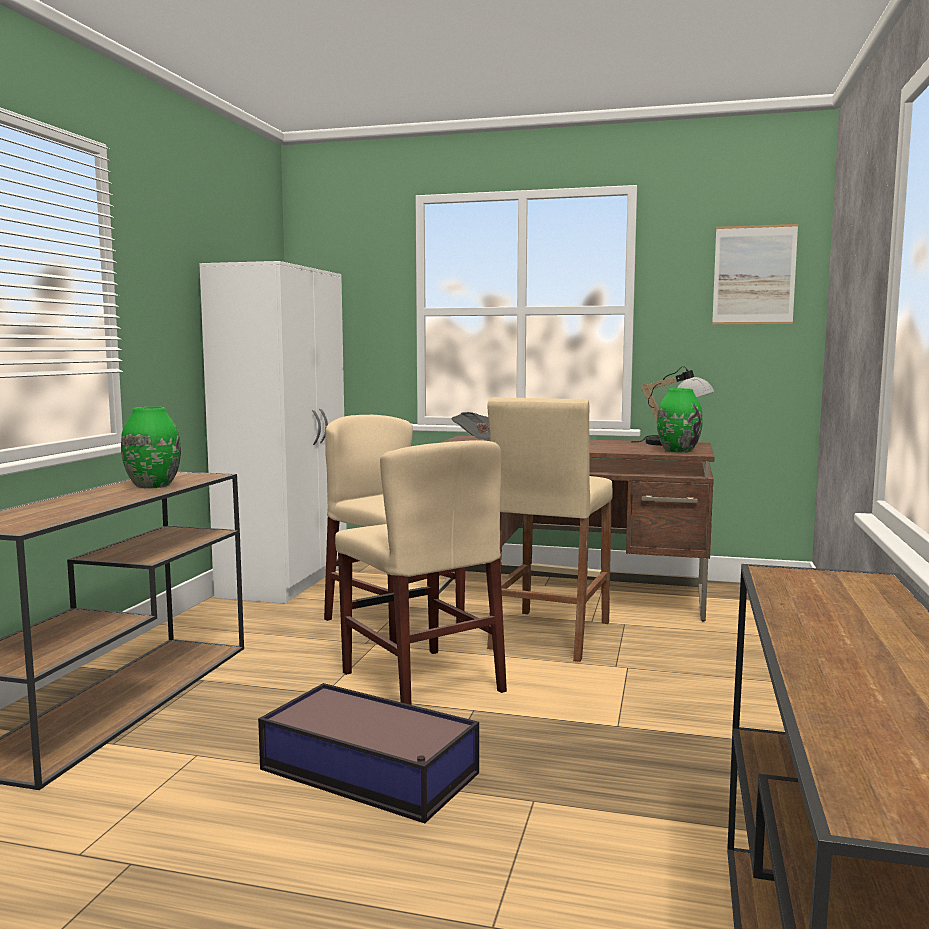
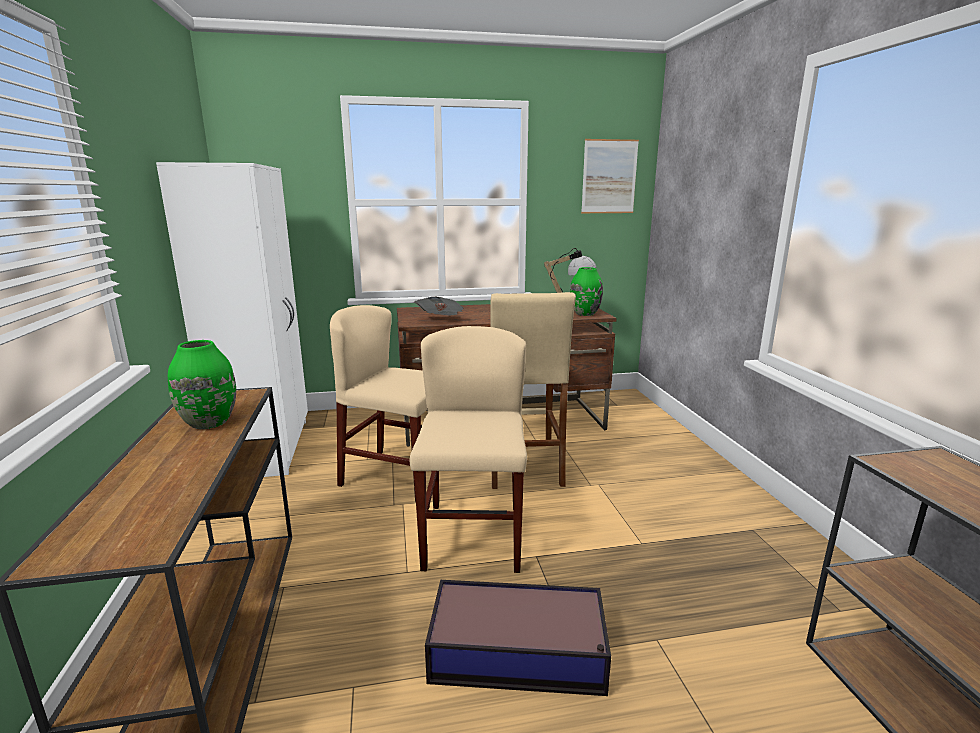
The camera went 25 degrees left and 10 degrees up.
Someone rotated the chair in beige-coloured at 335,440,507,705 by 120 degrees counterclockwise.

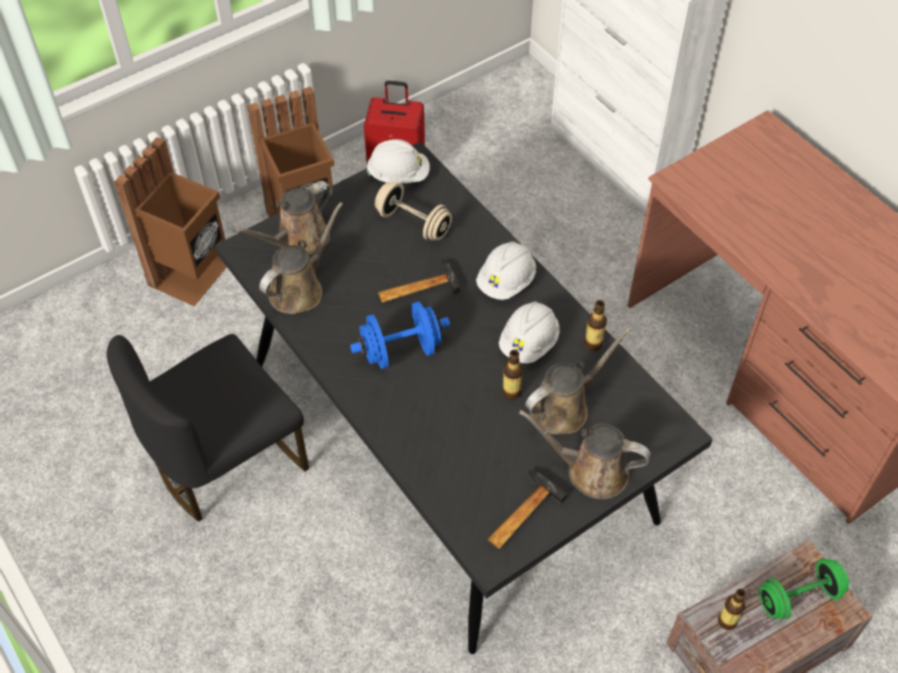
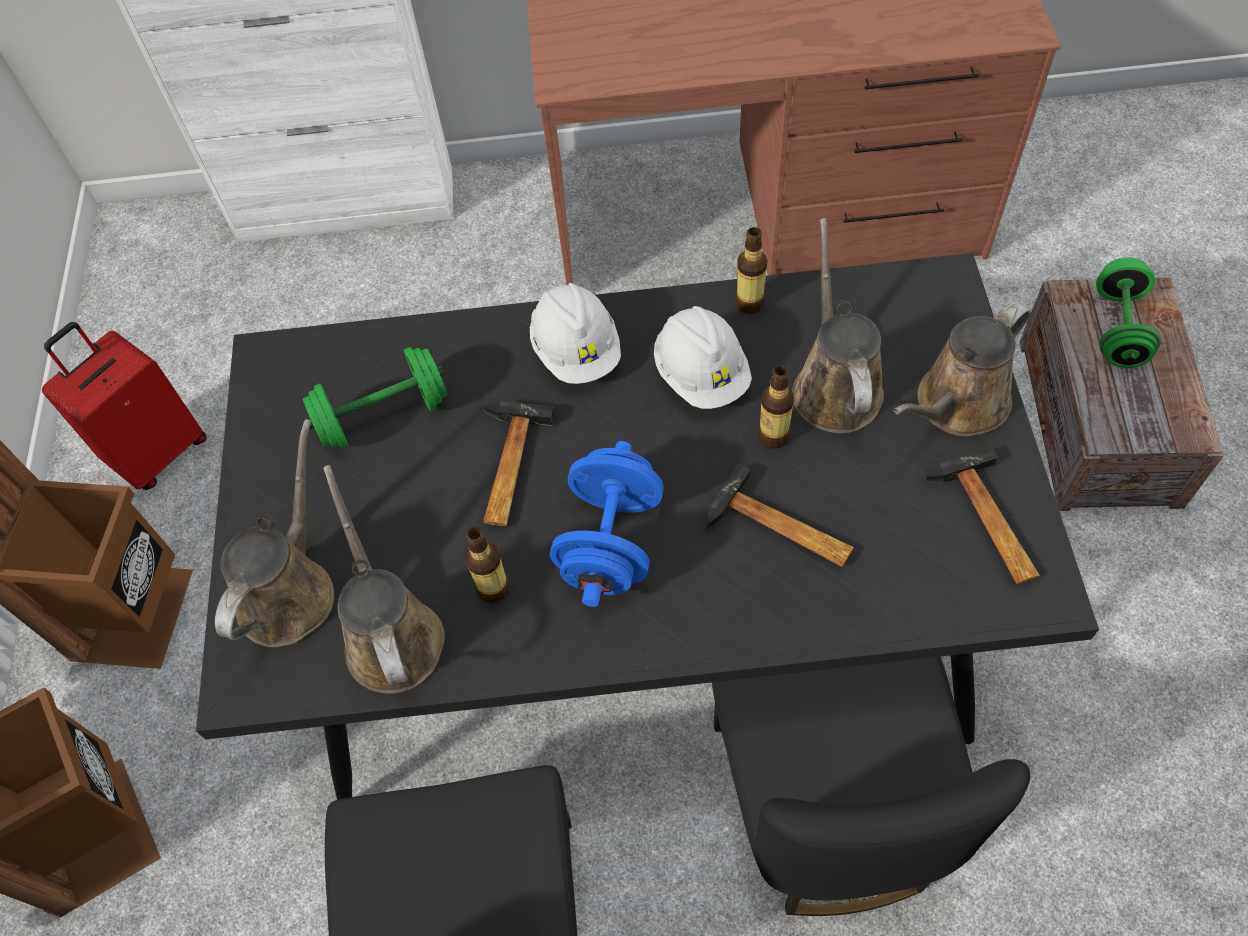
The camera went 55 degrees left and 5 degrees up.
Someone took away the safety helmet in whitish at 366,139,430,183.
Someone put down the hammer at 706,464,854,567.
Someone put down the chair in black at 712,657,1030,916.
Someone carried the beverage bottle from 718,589,746,630 to 465,527,510,604.
Someone repainted the free weight in beige-coloured at 375,182,452,241, which became the free weight in green-coloured at 303,347,447,448.
Someone rotated the sprinkling can in brown at 234,181,332,254 by 150 degrees counterclockwise.

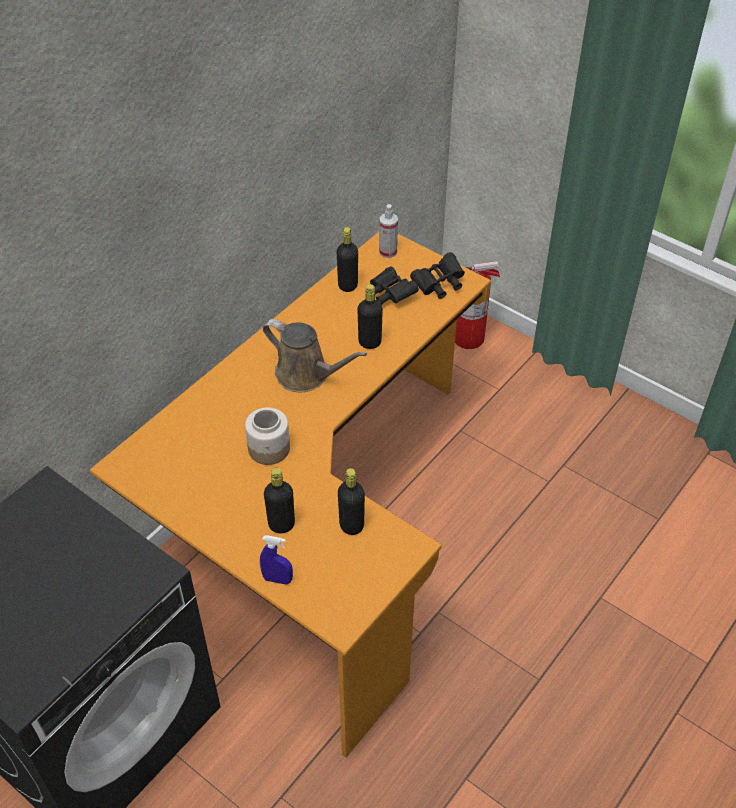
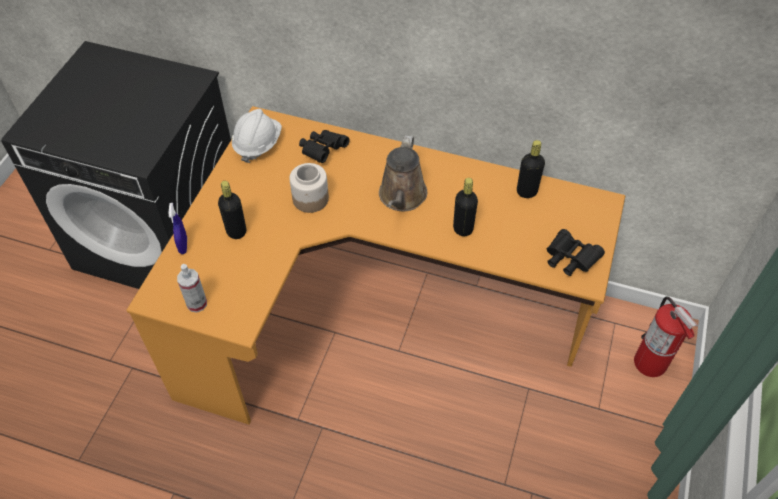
The camera went 70 degrees right and 5 degrees up.
Someone took away the beverage bottle in black at 338,468,365,535.
Someone put down the safety helmet in whitish at 232,109,282,163.
Someone carried the field glasses in black from 370,266,419,305 to 299,130,350,163.
Someone carried the sprayer from 379,204,398,258 to 177,264,207,313.

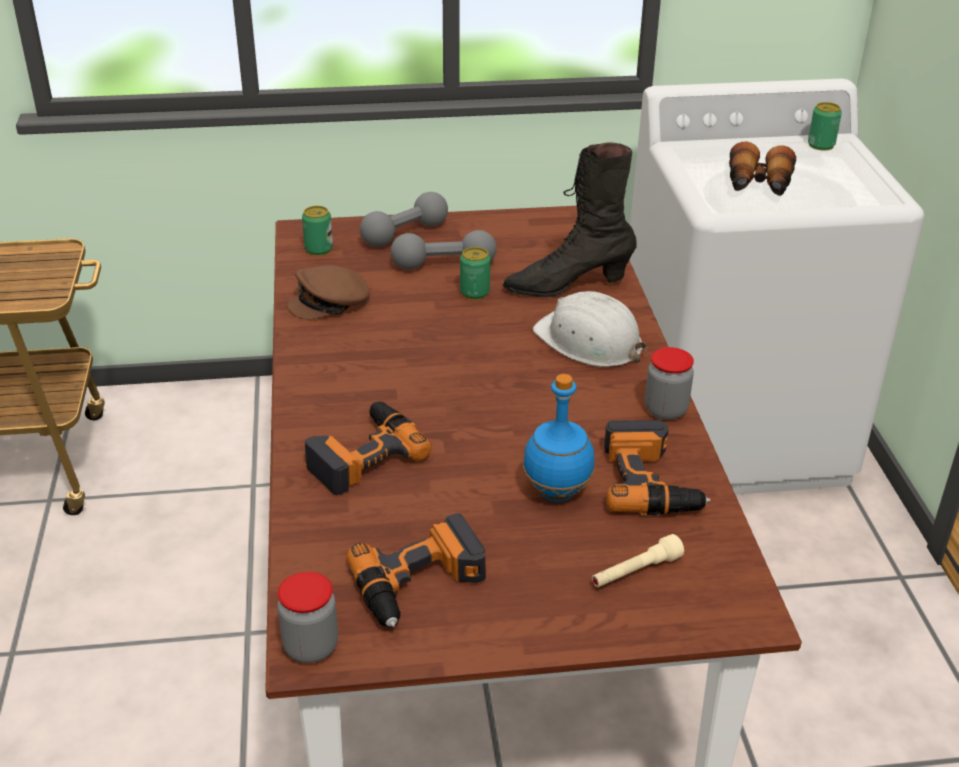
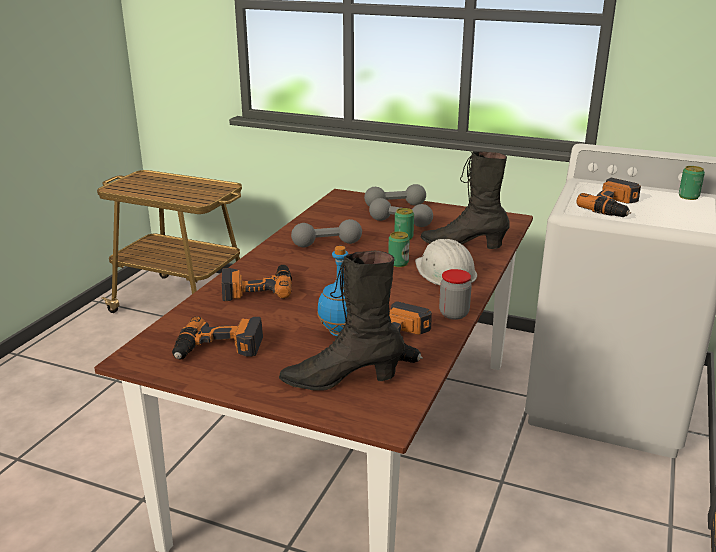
The camera went 30 degrees right and 10 degrees down.
Someone took away the storage jar at 277,572,338,663.
Someone took away the peaked cap in brown at 287,265,370,320.
Someone put down the free weight in gray at 291,219,362,247.
Someone carried the can from 302,206,333,256 to 388,231,410,267.
Someone swapped the hand torch in beige-coloured at 592,534,684,587 for the boot in black at 279,251,405,391.
Someone swapped the field glasses at 729,142,796,196 for the electric drill at 577,178,641,217.

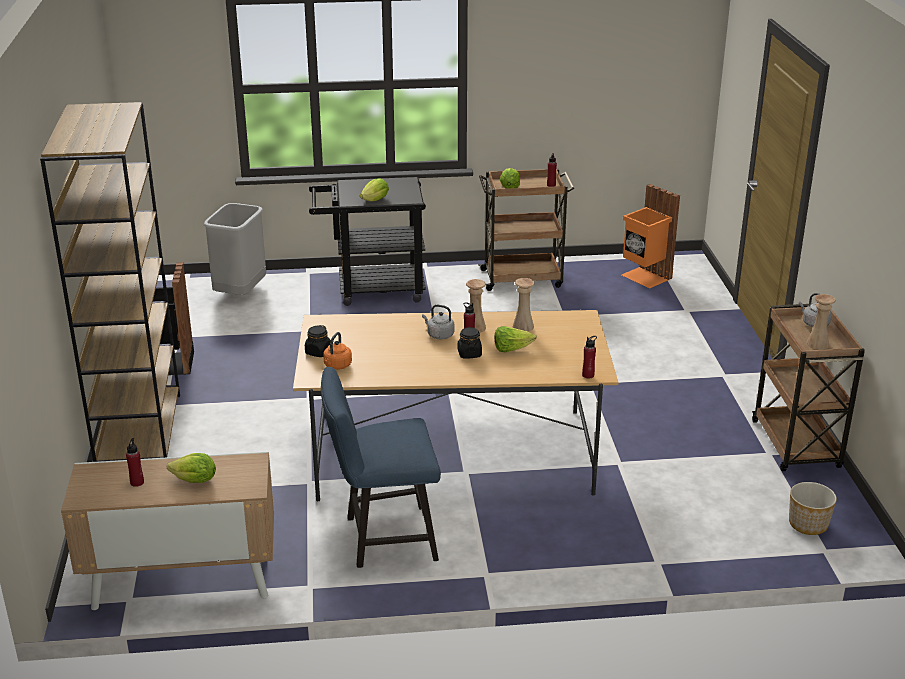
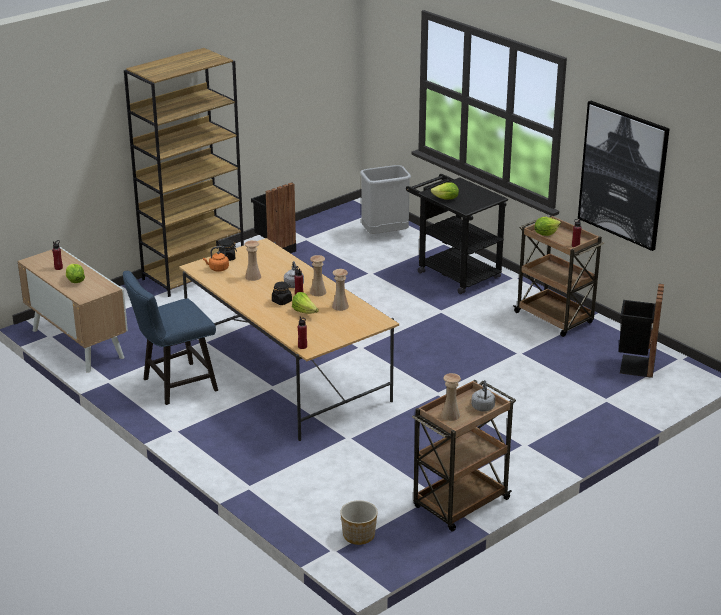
The camera went 55 degrees right and 0 degrees up.
Someone put down the vase in beige-coloured at 245,240,261,281.
Someone put up the wall picture at 578,101,669,251.
Someone repainted the waste bin in orange at 622,184,680,288, which became the waste bin in black at 618,284,664,378.
Someone rotated the chair in bluish at 321,367,441,568 by 75 degrees counterclockwise.

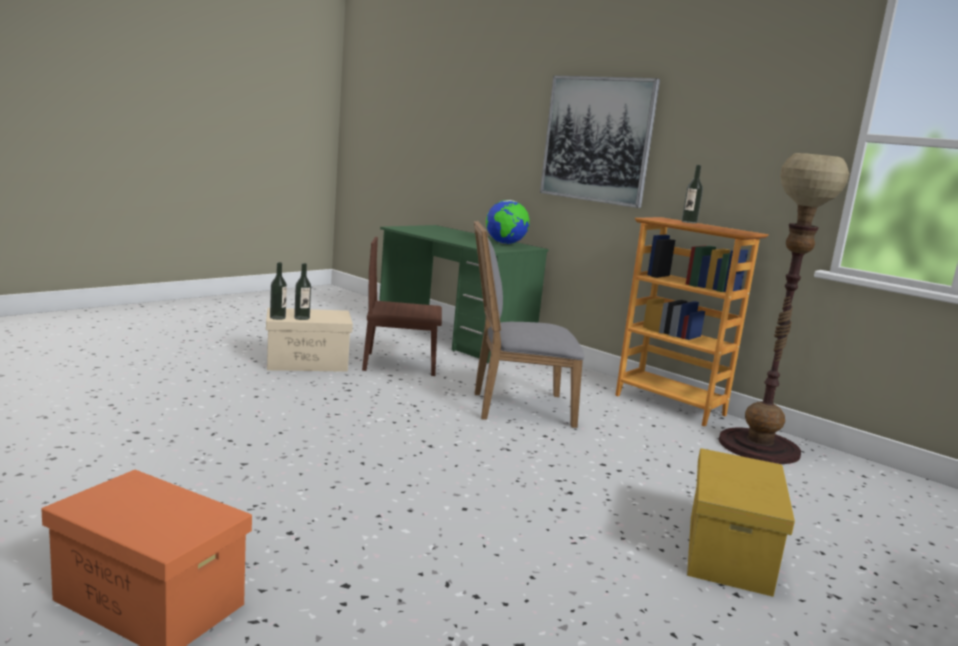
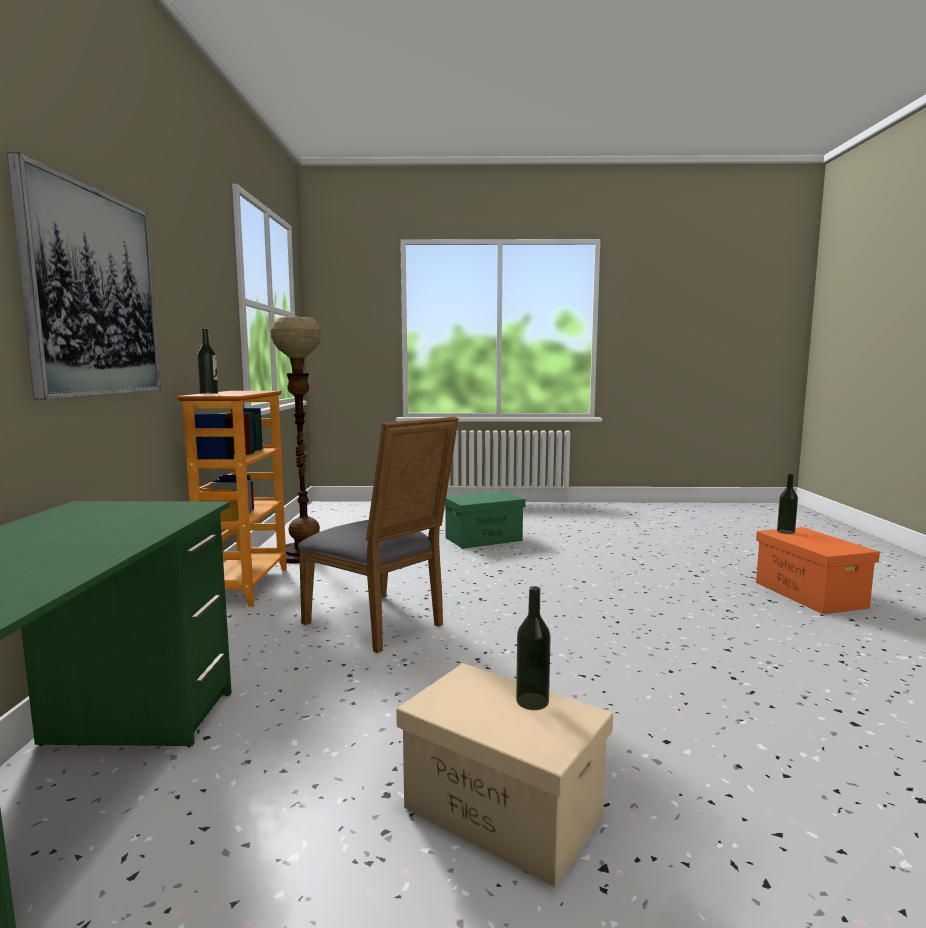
The camera went 130 degrees left and 5 degrees down.
Someone took away the chair in brown at 362,237,442,376.
Someone took away the desk globe at 486,200,529,244.
Someone carried the beverage bottle from 270,262,287,320 to 777,474,798,534.
Someone repainted the storage box in yellowish at 687,448,795,597, which became the storage box in green-coloured at 445,491,526,549.

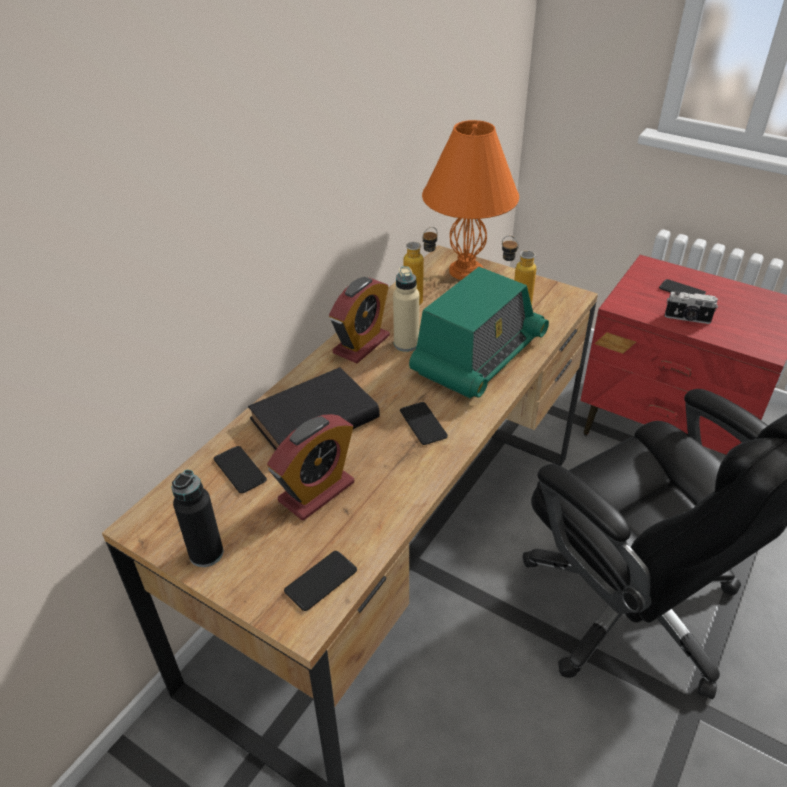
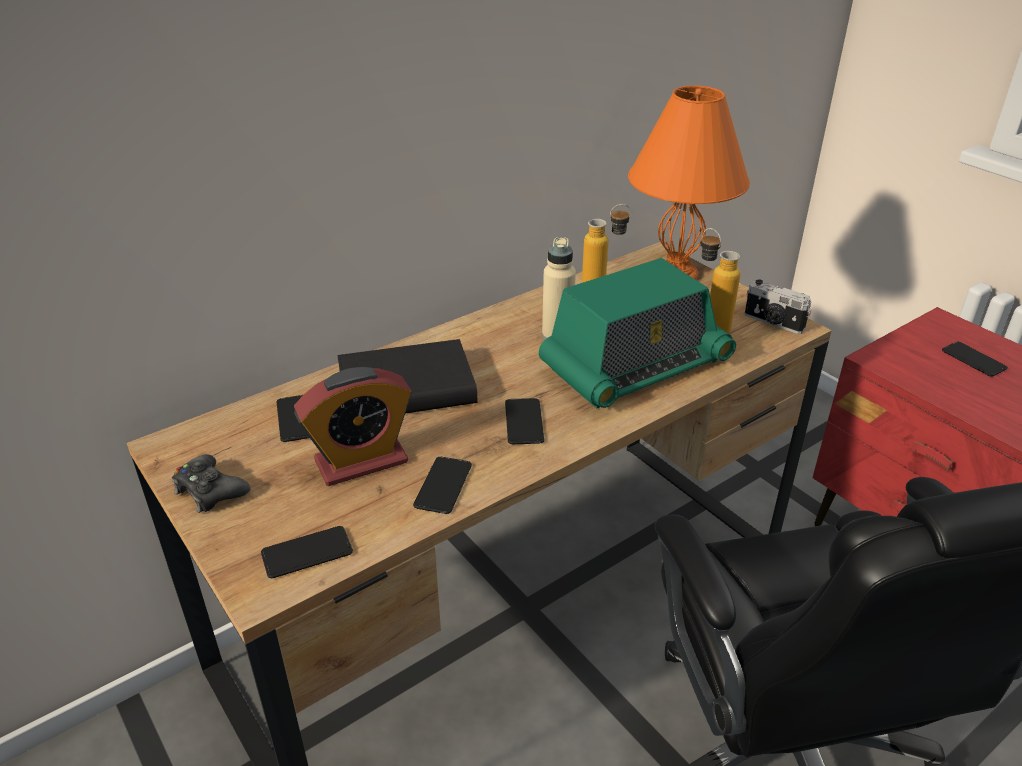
The camera went 20 degrees right and 5 degrees down.
Someone took away the alarm clock at 329,277,390,363.
Someone put down the telephone at 413,457,472,514.
Someone carried the photo camera from 665,291,718,324 to 744,279,812,334.
Someone swapped the beverage bottle in black at 172,470,223,567 for the joypad in black at 172,454,251,513.

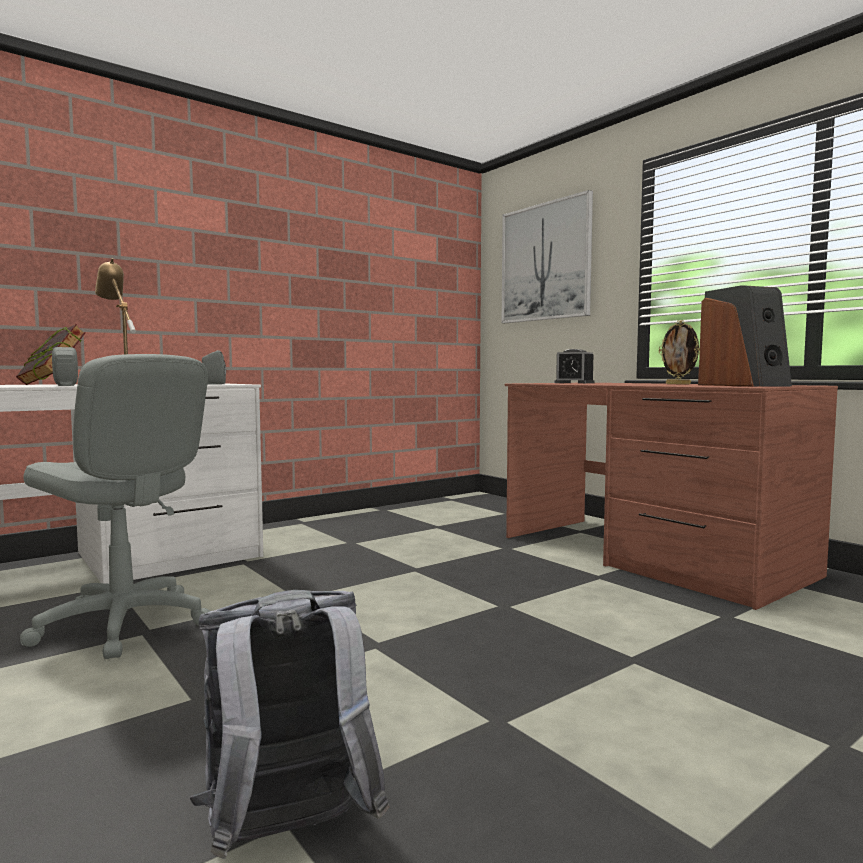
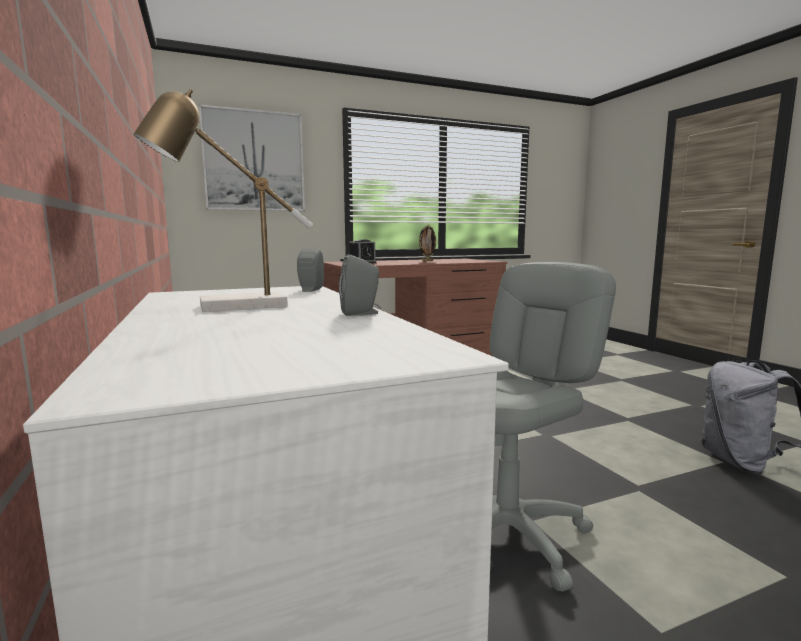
The camera went 75 degrees left and 5 degrees up.
Someone took away the book at 16,324,86,385.
Someone took away the loudspeaker at 698,285,792,387.

